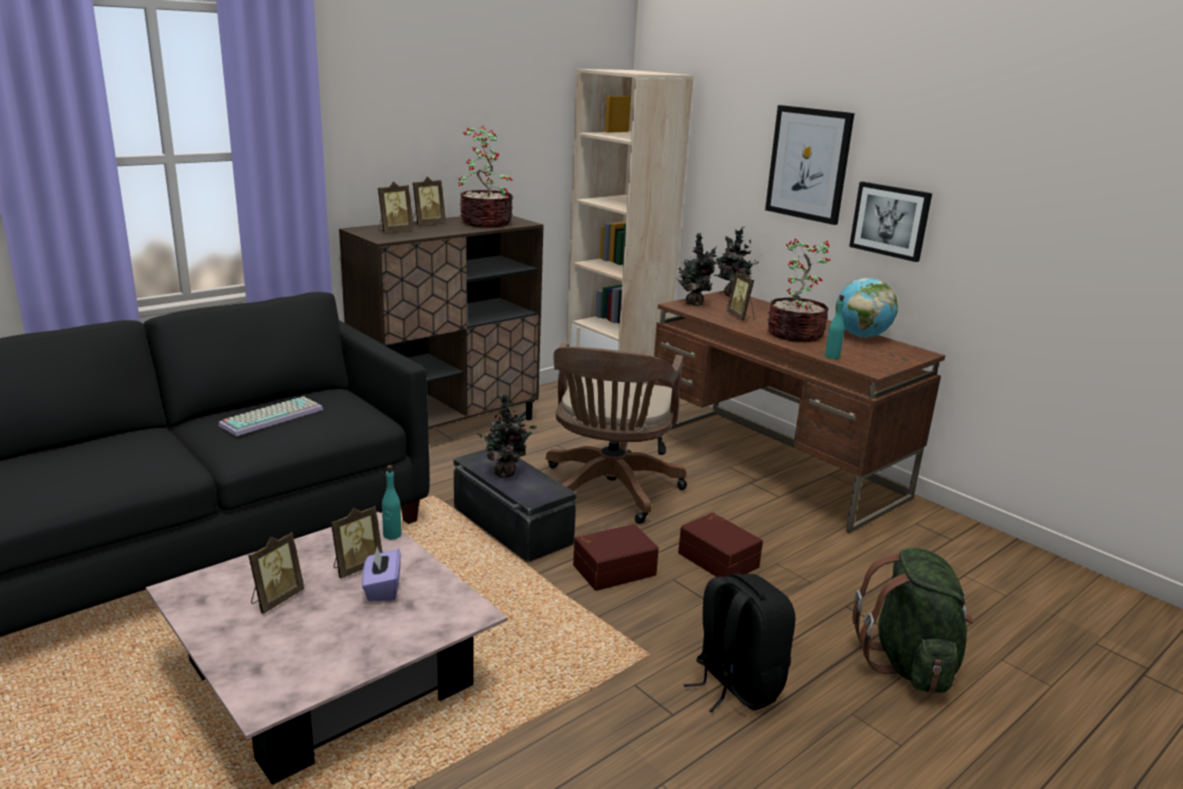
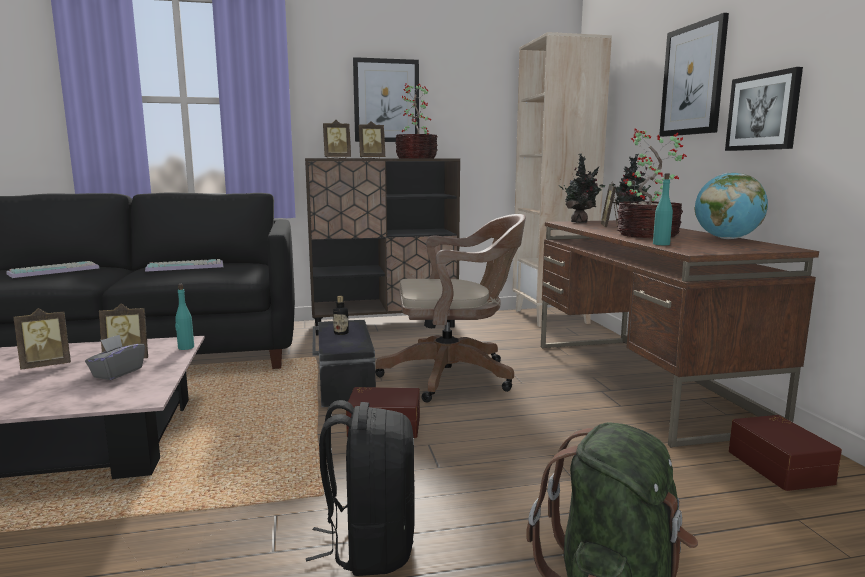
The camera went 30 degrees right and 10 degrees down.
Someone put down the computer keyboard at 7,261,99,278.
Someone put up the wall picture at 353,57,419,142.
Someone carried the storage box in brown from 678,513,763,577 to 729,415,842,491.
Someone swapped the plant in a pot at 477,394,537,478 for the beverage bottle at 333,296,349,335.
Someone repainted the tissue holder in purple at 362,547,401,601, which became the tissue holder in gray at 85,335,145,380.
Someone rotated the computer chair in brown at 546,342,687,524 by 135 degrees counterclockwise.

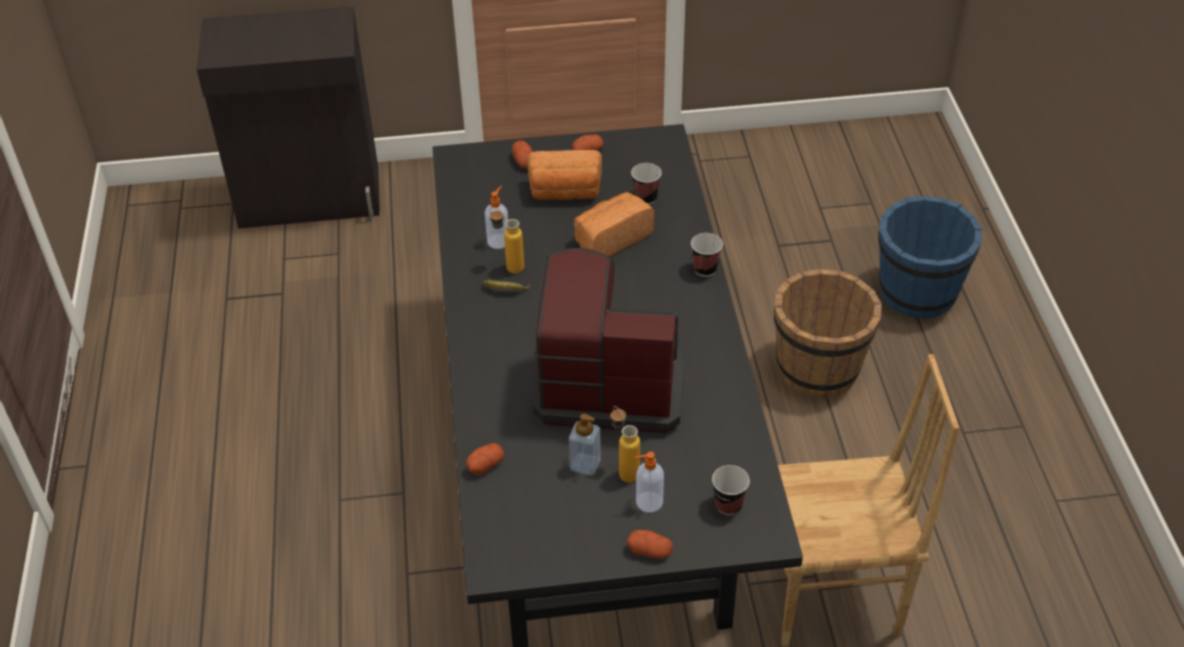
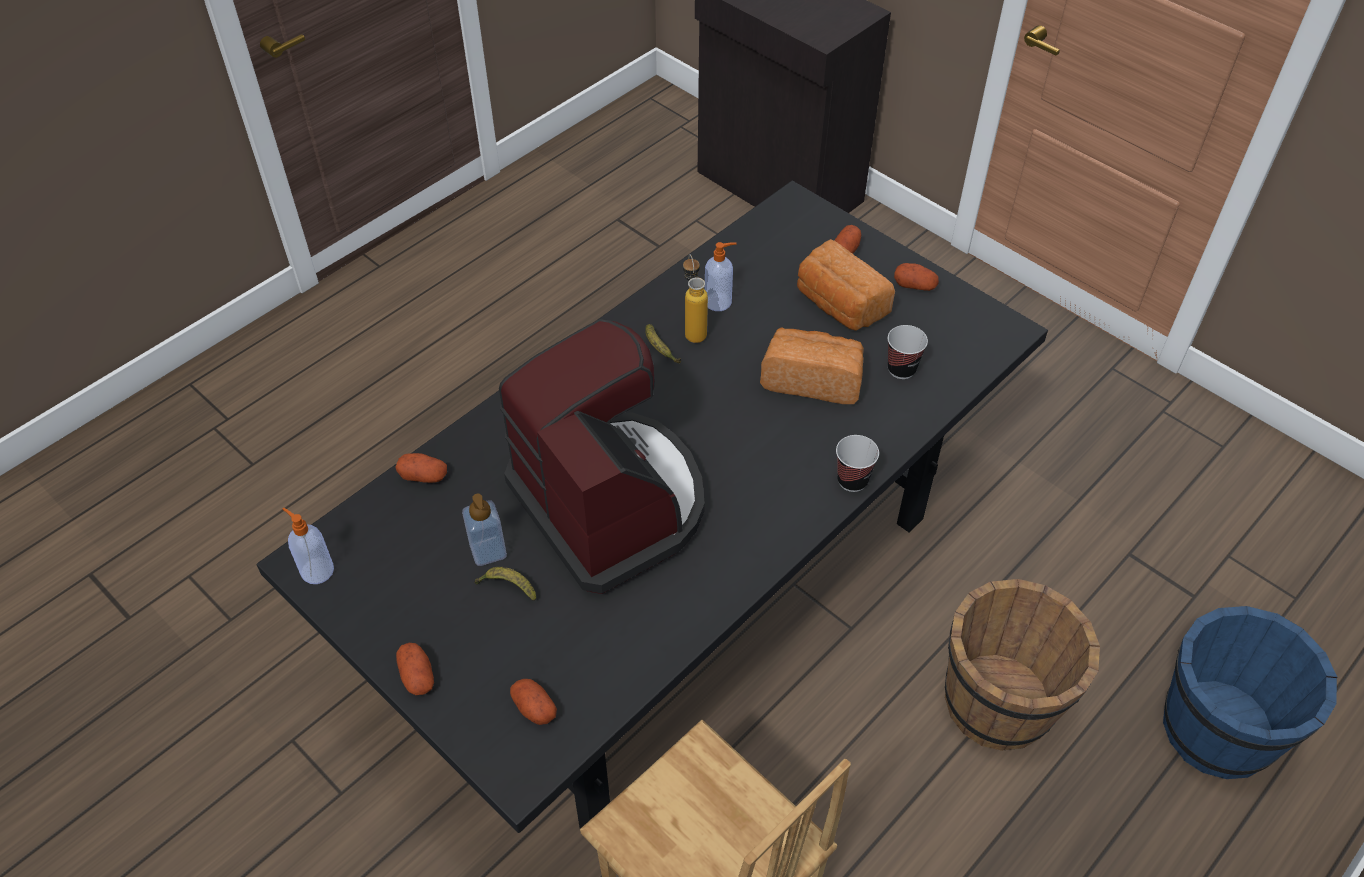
The camera went 50 degrees right and 5 degrees up.
Someone carried the soap dispenser from 634,452,664,513 to 282,508,334,584.
Someone swapped the beverage bottle at 611,406,640,483 for the banana at 474,567,536,601.
Someone swapped the drinking cup at 712,465,750,515 for the whole potato at 510,679,557,725.

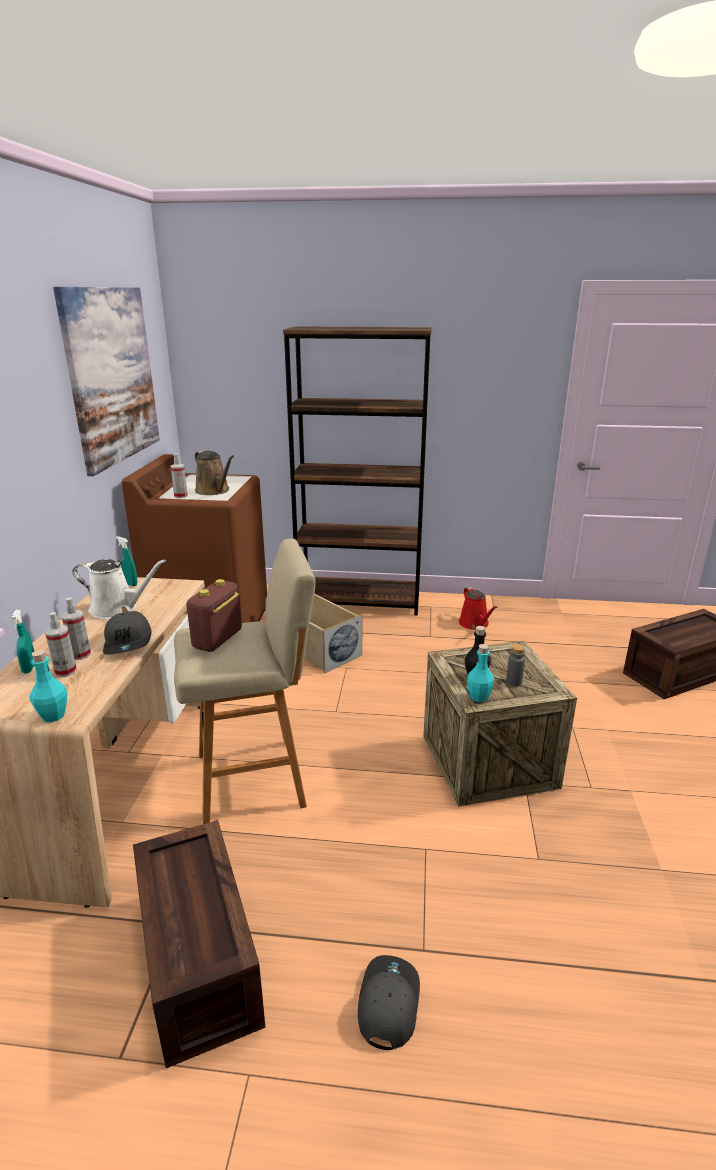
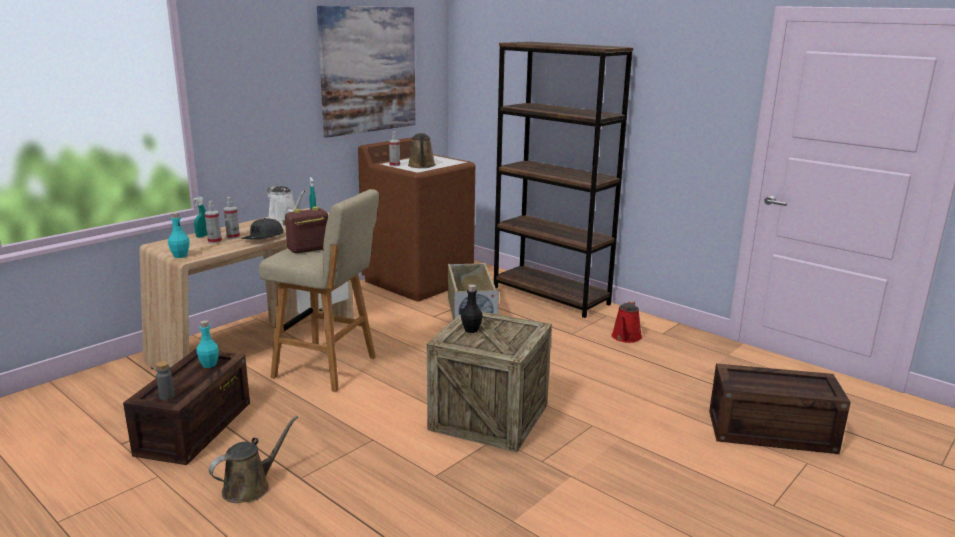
The camera went 35 degrees right and 5 degrees down.
Someone carried the beverage bottle in turquoise-coloured from 467,644,494,702 to 196,320,219,368.
Someone carried the beverage bottle in gray from 506,644,525,687 to 156,361,175,400.
Someone swapped the peaked cap in gray at 358,955,420,1050 for the sprinkling can in brown at 209,416,298,503.

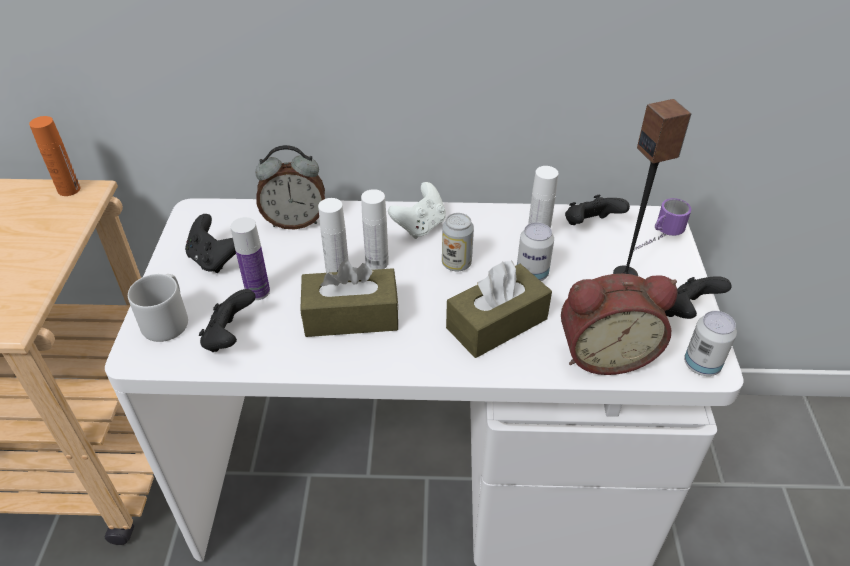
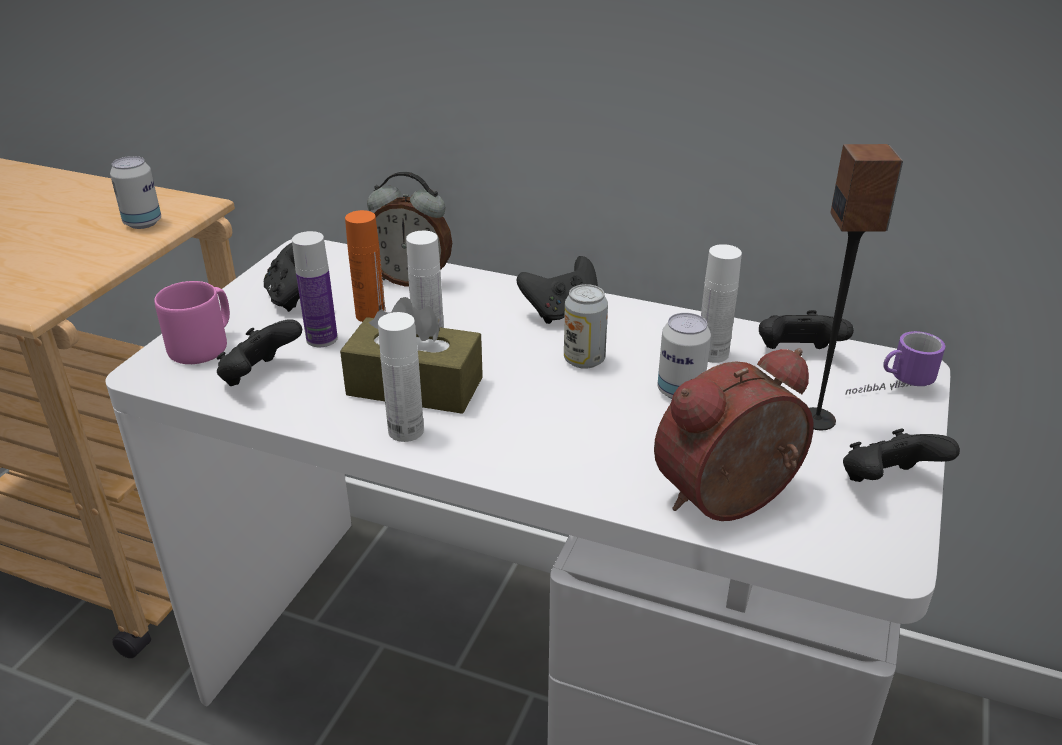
The camera went 20 degrees right and 10 degrees down.
Someone took away the tissue holder in brown at 446,261,552,358.
Someone carried the beverage bottle in orange from 29,116,81,196 to 345,210,385,322.
Someone carried the beverage bottle in whitish from 361,189,389,270 to 378,312,424,442.
Someone carried the can from 684,311,737,376 to 110,156,161,229.
Someone repainted the coffee mug in gray at 128,274,188,342, which became the coffee mug in pinkish at 154,281,230,364.
Someone repainted the joypad in whitish at 388,182,446,239, which became the joypad in black at 517,256,598,324.
Someone rotated the alarm clock at 561,274,678,375 by 135 degrees clockwise.

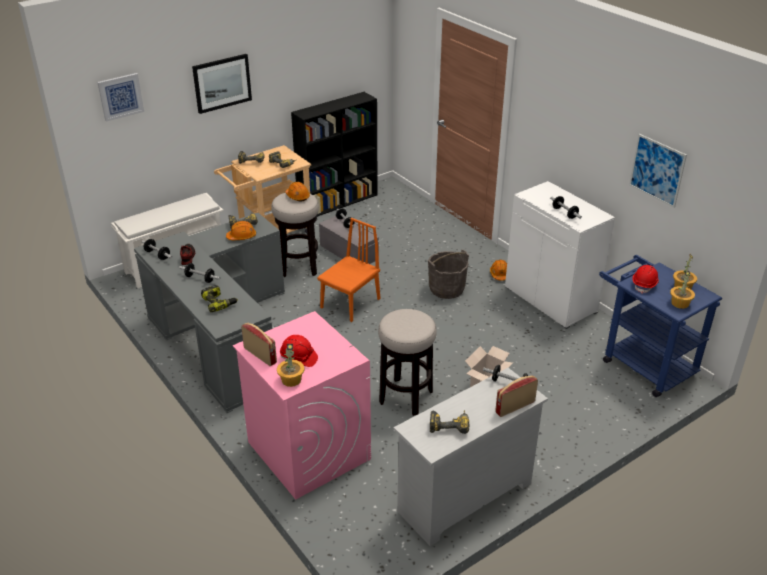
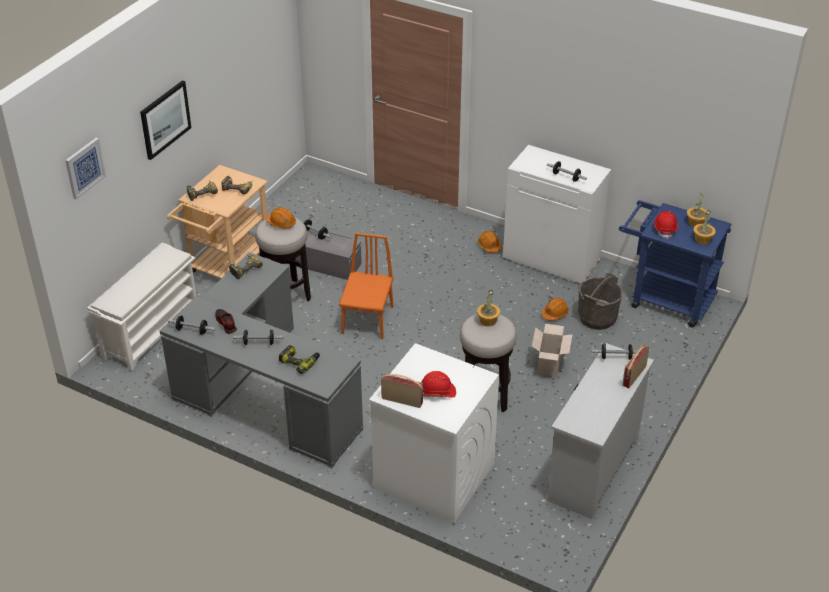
The camera went 25 degrees left and 5 degrees up.
Someone took away the bookshelf in black at 291,92,378,217.
Someone took away the electric drill at 430,410,469,434.
Someone took away the wall picture at 629,134,687,208.
Someone carried the safety helmet in orange from 226,221,256,240 to 541,298,569,321.
Someone carried the plant in a pot from 277,344,305,387 to 477,290,500,326.
Someone carried the pail in gray from 428,250,469,299 to 578,273,623,330.
Someone repainted the laundry appliance in pinkish at 233,311,371,500, which became the laundry appliance in whitish at 369,343,499,523.

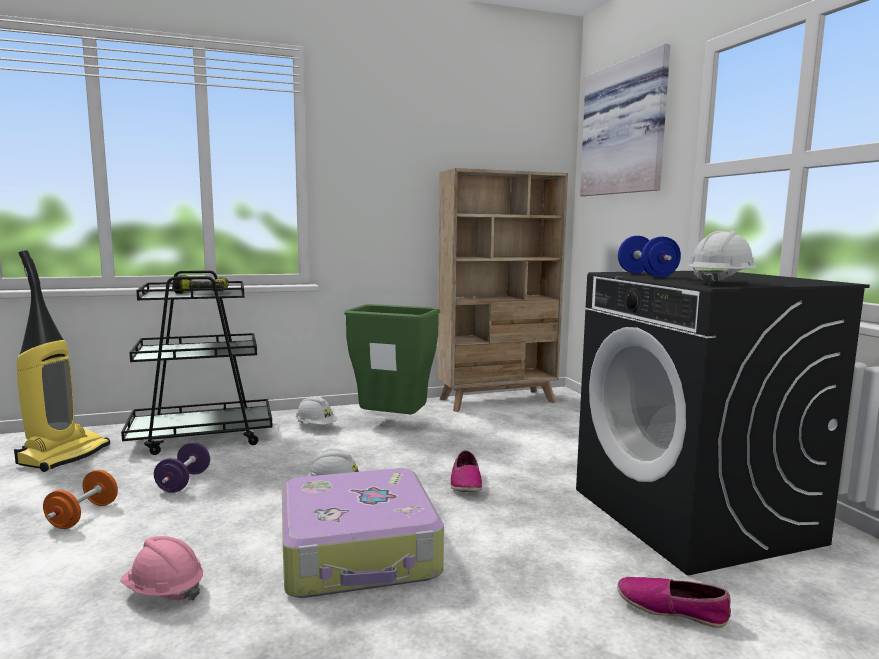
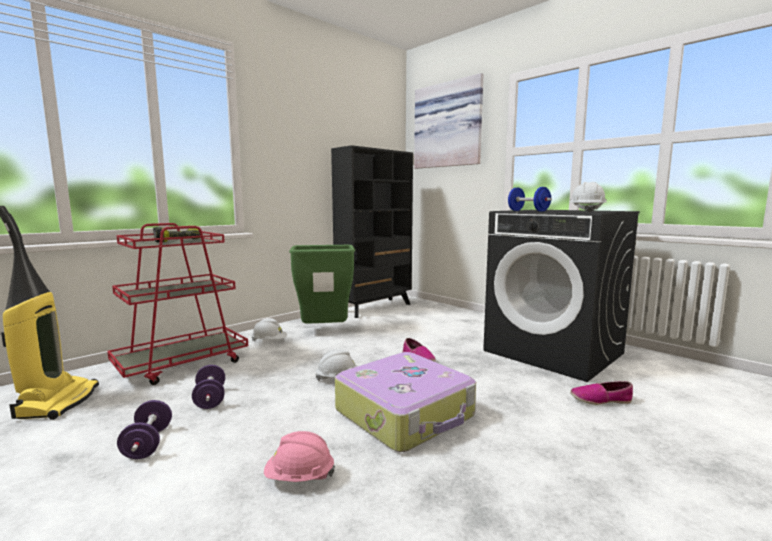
The camera went 25 degrees left and 0 degrees up.
Someone repainted the free weight in orange at 43,470,118,529, which became the free weight in purple at 117,400,172,459.
Someone repainted the cart in black at 121,270,273,455, which became the cart in red at 107,223,248,385.
Someone repainted the bookshelf in beige-coloured at 437,168,568,412, which became the bookshelf in black at 331,145,413,318.

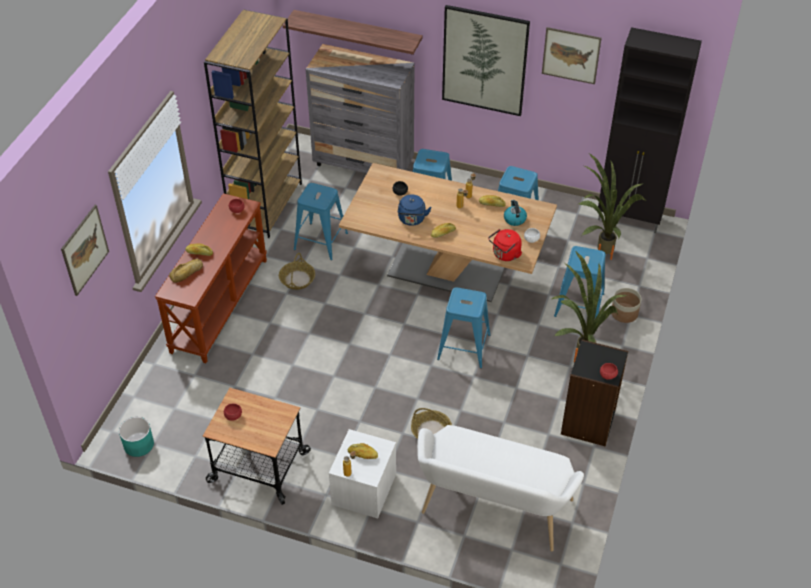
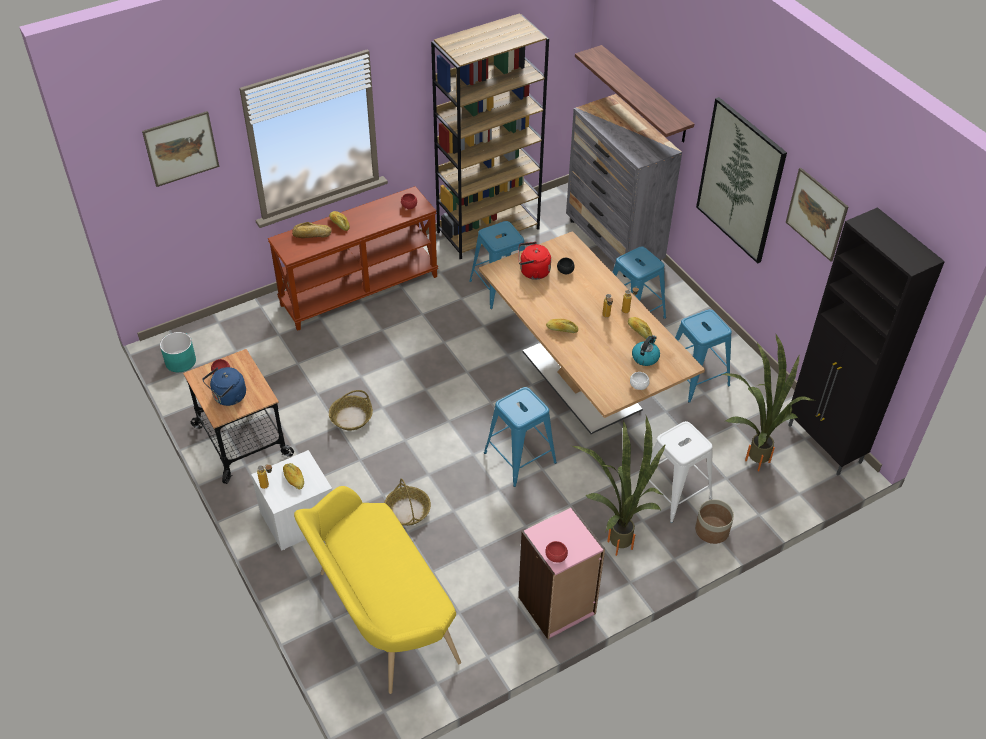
The camera went 40 degrees right and 0 degrees up.
Someone carried the basket from 279,253,315,290 to 329,390,373,431.
Someone carried the kettle in bluish from 397,195,432,226 to 202,367,246,406.
Someone carried the kettle in red from 488,229,522,261 to 518,242,551,280.
Someone repainted the bench in whitish at 417,425,584,551, which became the bench in yellowish at 294,486,461,694.
Someone repainted the stool seat in bluish at 554,246,606,318, which became the stool seat in whitish at 649,421,713,523.
Someone repainted the bookshelf in black at 561,340,628,447, which became the bookshelf in pinkish at 518,507,605,639.

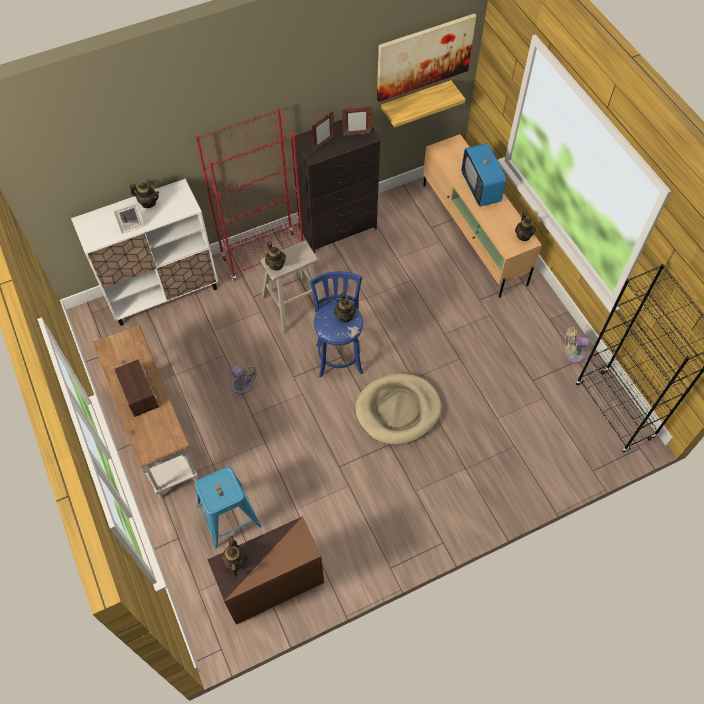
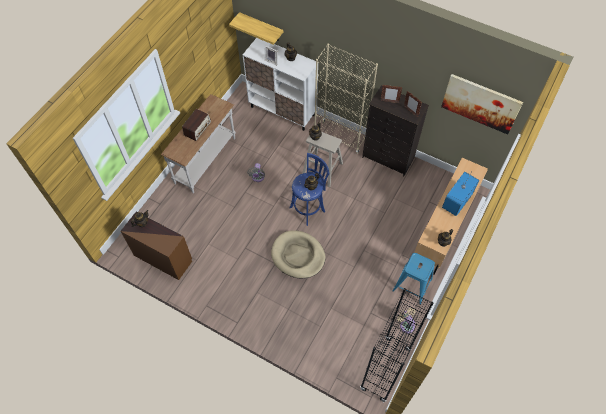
The camera went 55 degrees right and 0 degrees up.
Someone carried the stool seat in bluish from 195,467,262,549 to 392,253,435,305.
Someone carried the wall shelf from 381,80,466,128 to 229,12,283,45.
Someone repainted the bookshelf in red at 196,108,303,281, which became the bookshelf in beige-coloured at 315,44,378,154.

